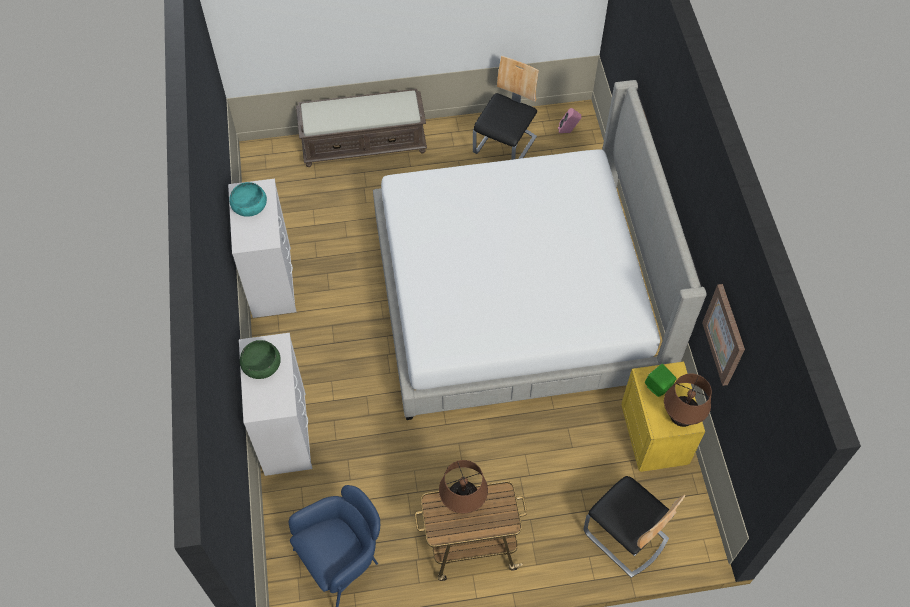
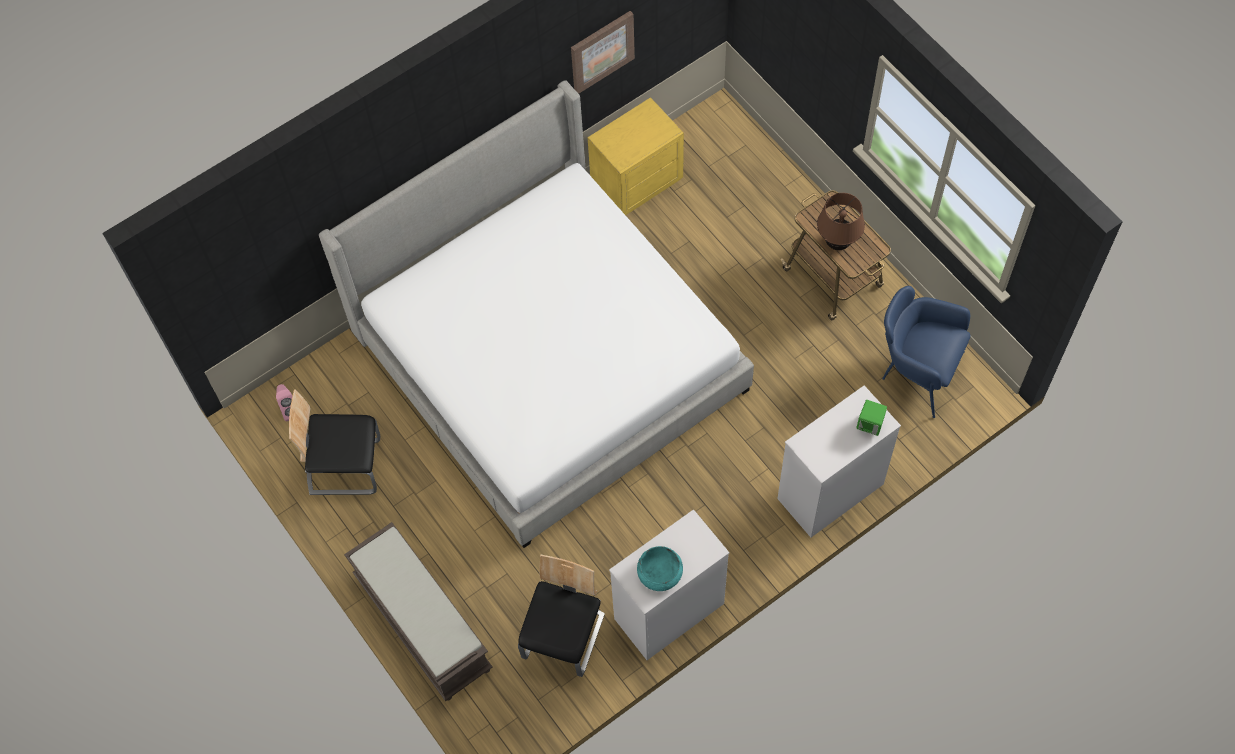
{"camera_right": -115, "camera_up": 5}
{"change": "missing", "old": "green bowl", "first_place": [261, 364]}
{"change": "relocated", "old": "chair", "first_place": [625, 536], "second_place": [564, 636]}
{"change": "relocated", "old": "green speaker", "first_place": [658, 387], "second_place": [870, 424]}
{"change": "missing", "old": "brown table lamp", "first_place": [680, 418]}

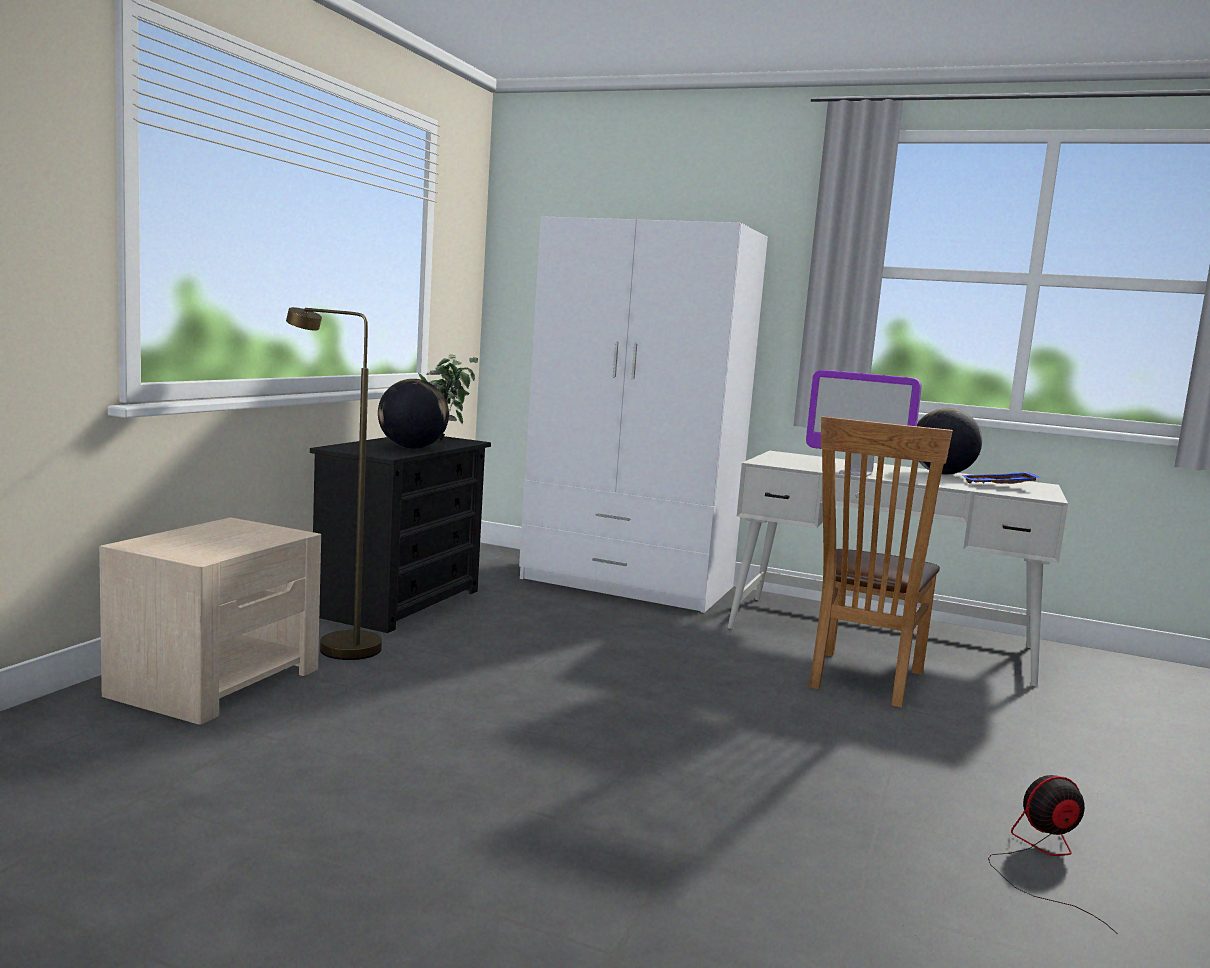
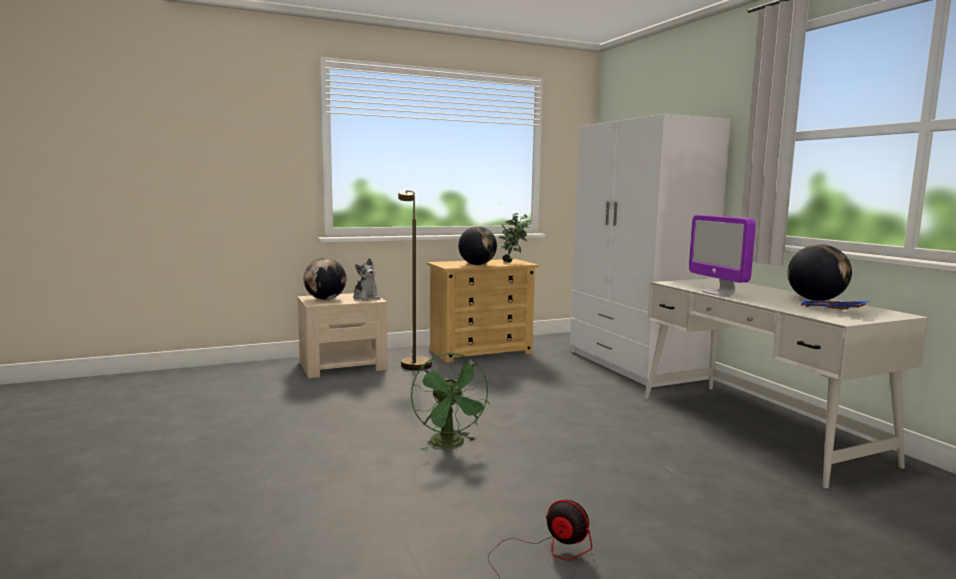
{"camera_right": 45, "camera_up": 0}
{"change": "colour", "old": "black dresser", "new": "beige dresser", "first_place": [400, 602], "second_place": [481, 351]}
{"change": "missing", "old": "brown chair", "first_place": [862, 681]}
{"change": "appeared", "new": "globe", "second_place": [325, 299]}
{"change": "appeared", "new": "plush toy", "second_place": [366, 298]}
{"change": "appeared", "new": "green fan", "second_place": [451, 444]}

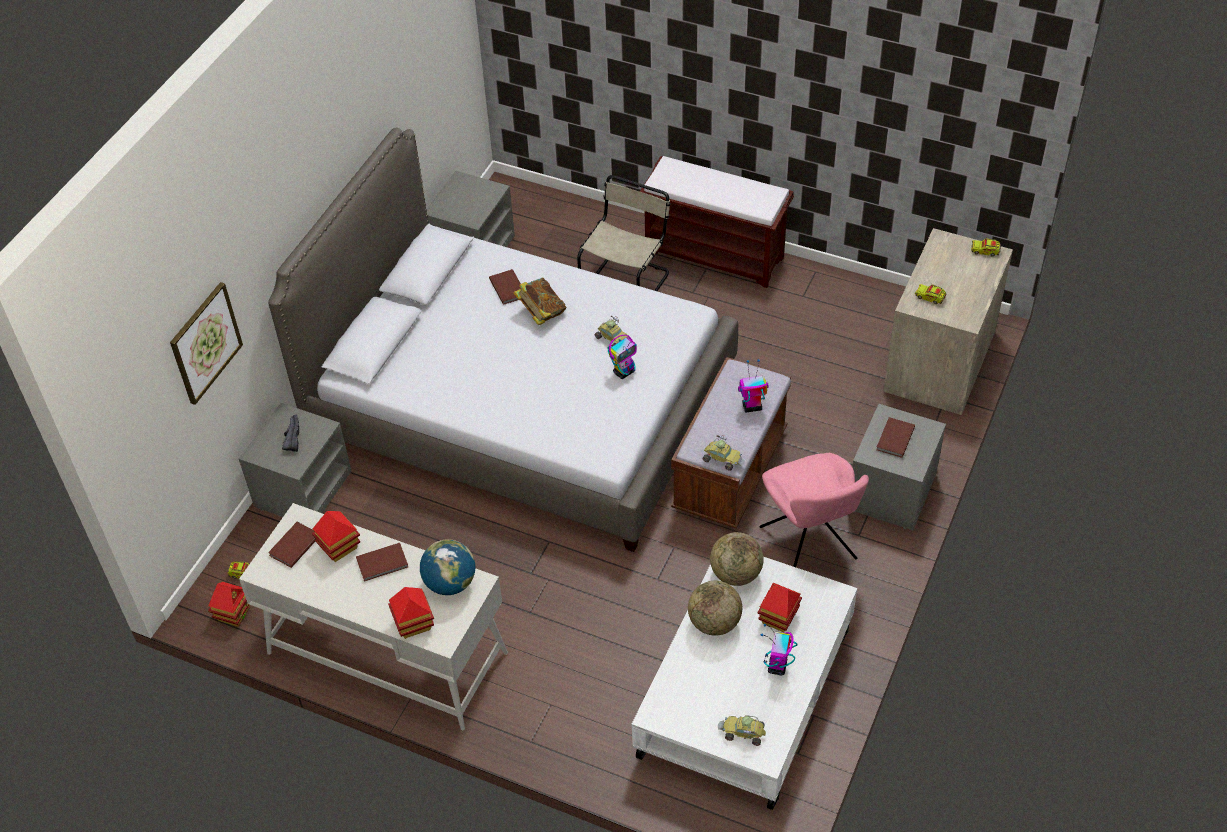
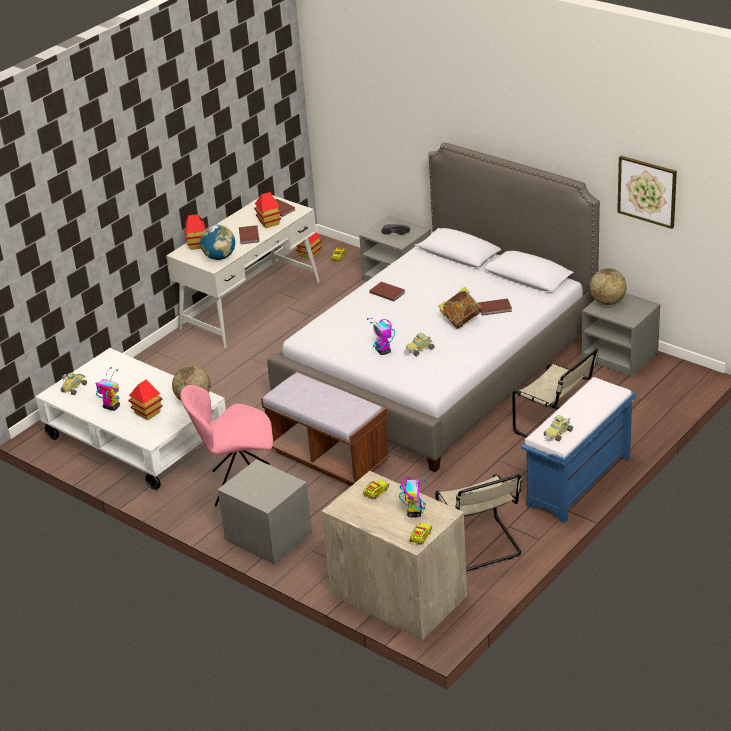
{"camera_right": 105, "camera_up": -15}
{"change": "relocated", "old": "picture", "first_place": [205, 343], "second_place": [647, 191]}
{"change": "colour", "old": "brown bench", "new": "blue bench", "first_place": [715, 255], "second_place": [578, 483]}
{"change": "relocated", "old": "globe", "first_place": [714, 623], "second_place": [607, 302]}
{"change": "relocated", "old": "toy car", "first_place": [722, 458], "second_place": [558, 433]}
{"change": "relocated", "old": "toy robot", "first_place": [751, 407], "second_place": [414, 512]}
{"change": "relocated", "old": "brown book", "first_place": [894, 439], "second_place": [387, 292]}
{"change": "appeared", "new": "beige chair", "second_place": [481, 546]}

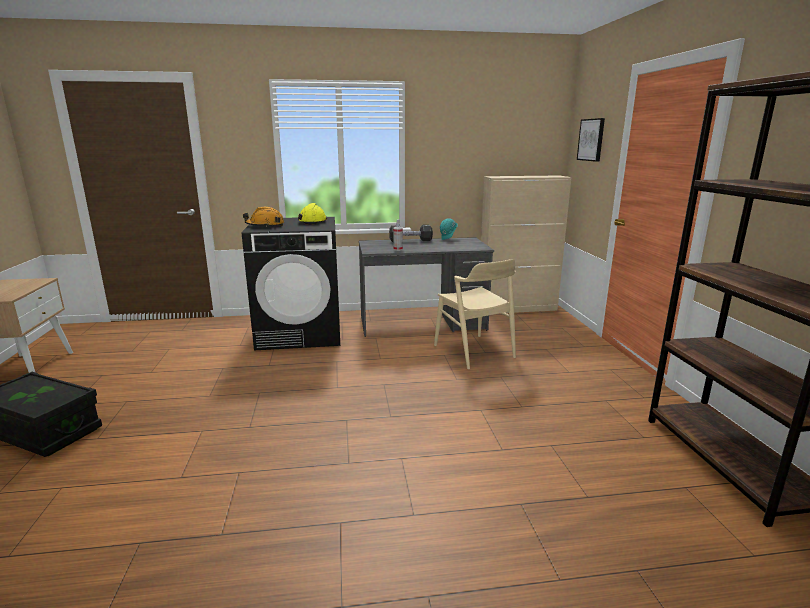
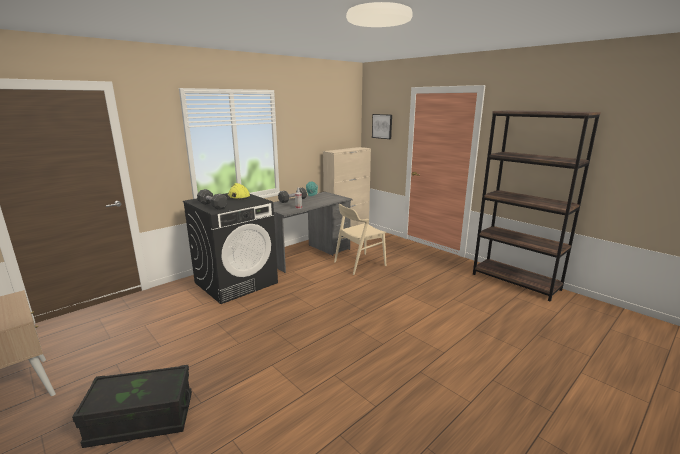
{"camera_right": -35, "camera_up": 0}
{"change": "exchanged", "old": "orange hard hat", "new": "black dumbbell", "first_place": [265, 225], "second_place": [212, 206]}
{"change": "spun", "old": "beige chair", "first_place": [473, 351], "second_place": [359, 264], "degrees": 120}

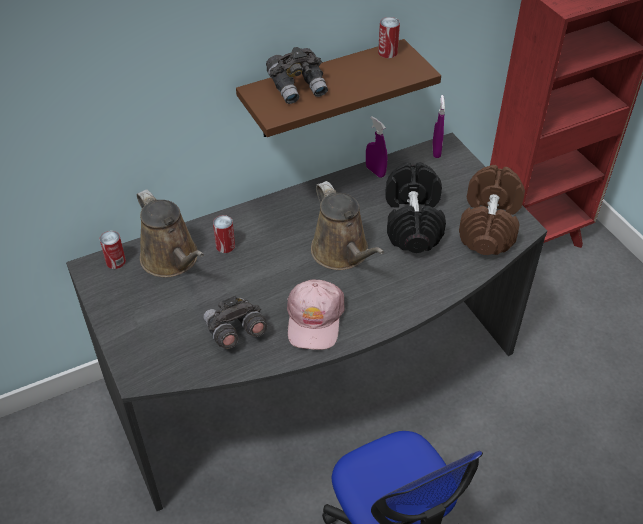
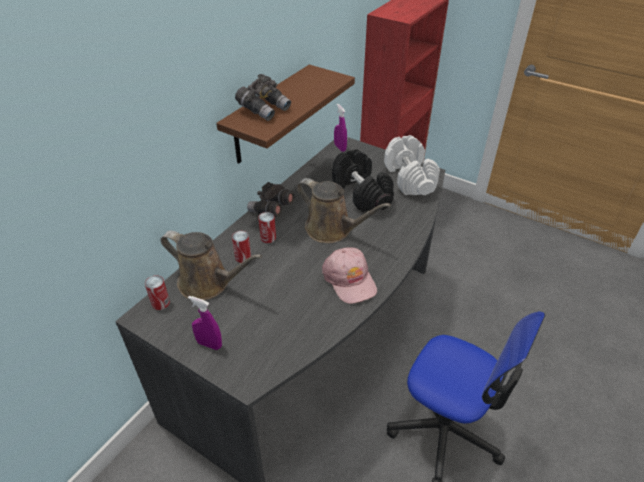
{"camera_right": -30, "camera_up": -5}
{"change": "relocated", "old": "grey binoculars", "first_place": [234, 332], "second_place": [271, 210]}
{"change": "relocated", "old": "purple spray bottle", "first_place": [375, 171], "second_place": [209, 344]}
{"change": "relocated", "old": "can", "first_place": [387, 52], "second_place": [268, 238]}
{"change": "colour", "old": "brown dumbbell", "new": "white dumbbell", "first_place": [489, 225], "second_place": [410, 178]}

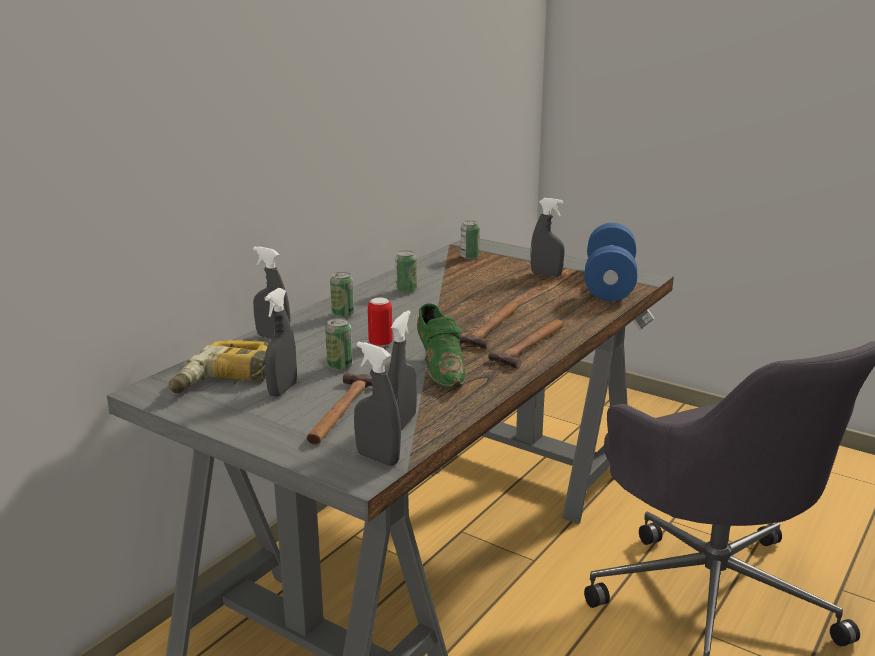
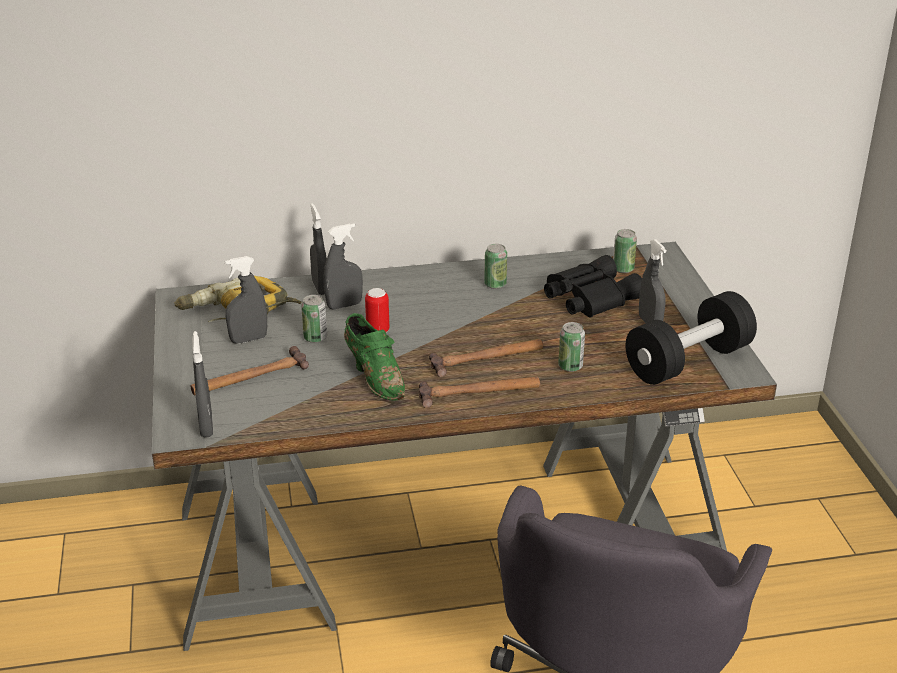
{"camera_right": 45, "camera_up": 10}
{"change": "relocated", "old": "can", "first_place": [342, 314], "second_place": [570, 366]}
{"change": "relocated", "old": "grey spray bottle", "first_place": [402, 422], "second_place": [344, 305]}
{"change": "spun", "old": "green shoe", "first_place": [441, 368], "second_place": [375, 377], "degrees": -60}
{"change": "colour", "old": "blue dumbbell", "new": "black dumbbell", "first_place": [609, 283], "second_place": [688, 361]}
{"change": "appeared", "new": "black binoculars", "second_place": [588, 297]}

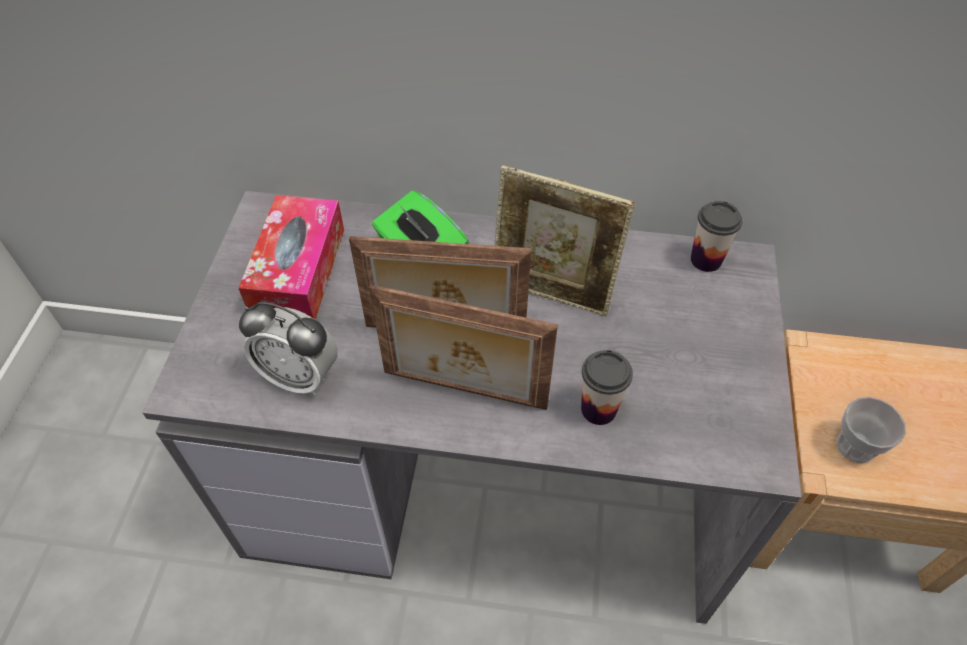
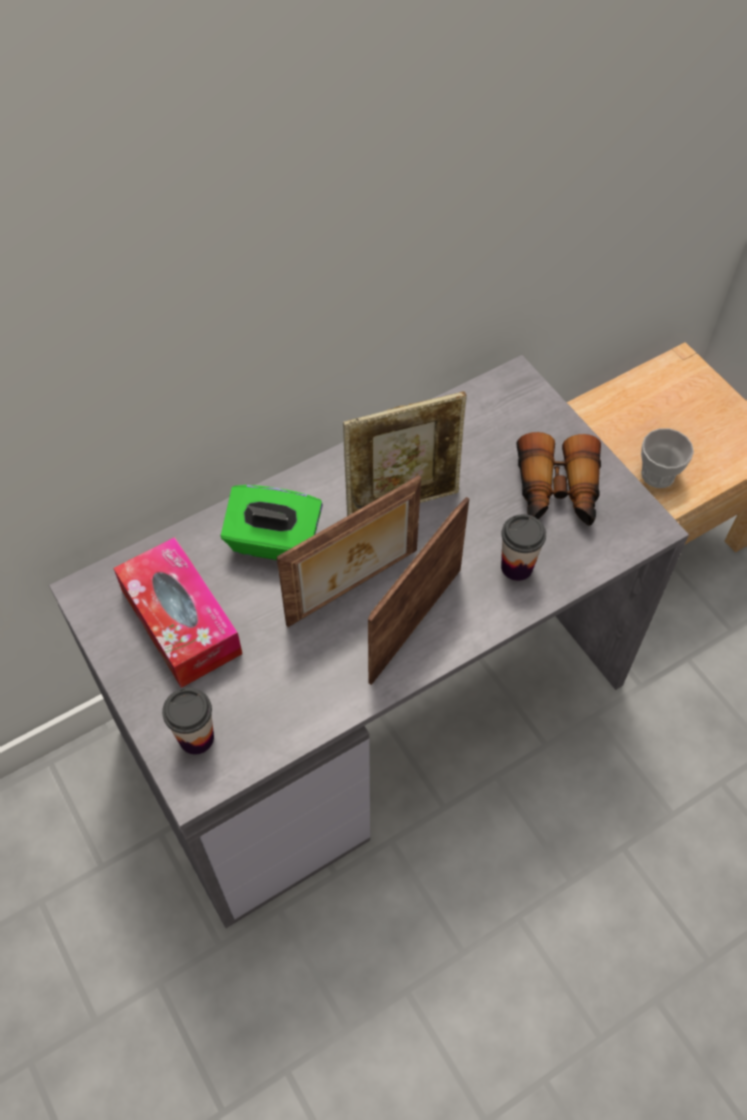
{"camera_right": -40, "camera_up": 5}
{"change": "missing", "old": "alarm clock", "first_place": [299, 377]}
{"change": "spun", "old": "picture frame", "first_place": [463, 392], "second_place": [413, 623], "degrees": 150}
{"change": "relocated", "old": "cup", "first_place": [706, 260], "second_place": [196, 738]}
{"change": "appeared", "new": "binoculars", "second_place": [557, 493]}

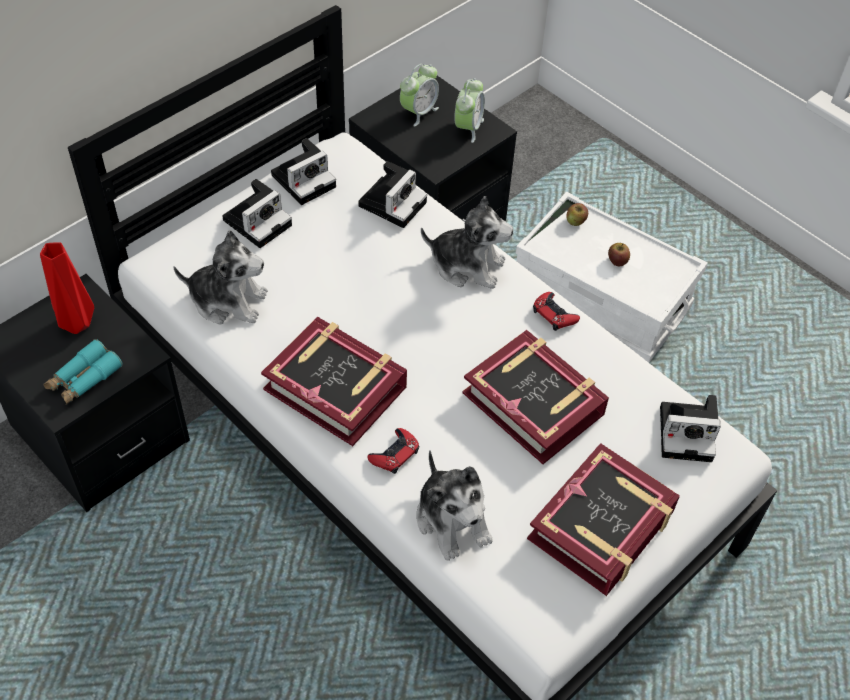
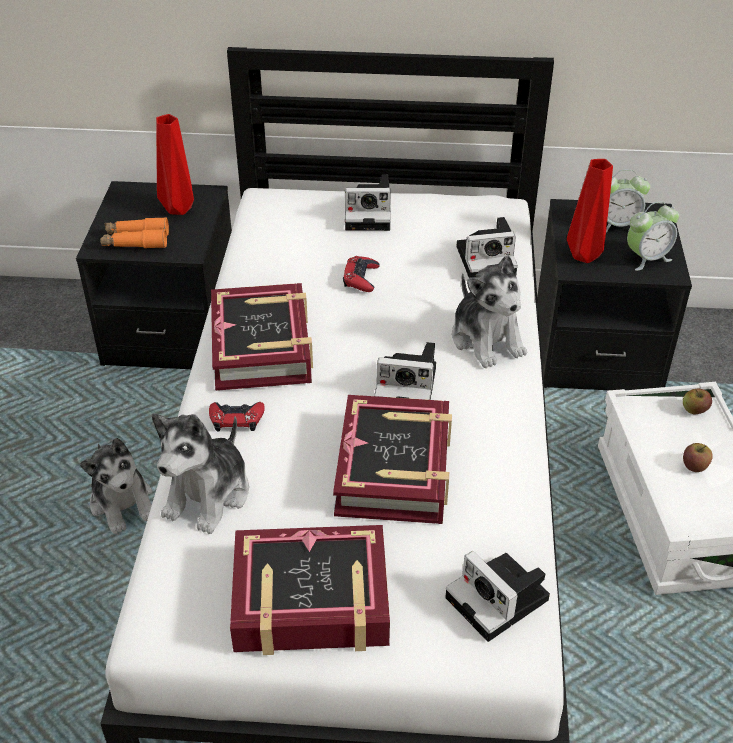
{"camera_right": 50, "camera_up": -10}
{"change": "colour", "old": "turquoise binoculars", "new": "orange binoculars", "first_place": [84, 379], "second_place": [136, 241]}
{"change": "relocated", "old": "plush toy", "first_place": [228, 301], "second_place": [123, 503]}
{"change": "relocated", "old": "photo camera", "first_place": [305, 179], "second_place": [409, 386]}
{"change": "relocated", "old": "red game controller", "first_place": [554, 314], "second_place": [361, 278]}
{"change": "appeared", "new": "red vase", "second_place": [583, 255]}

